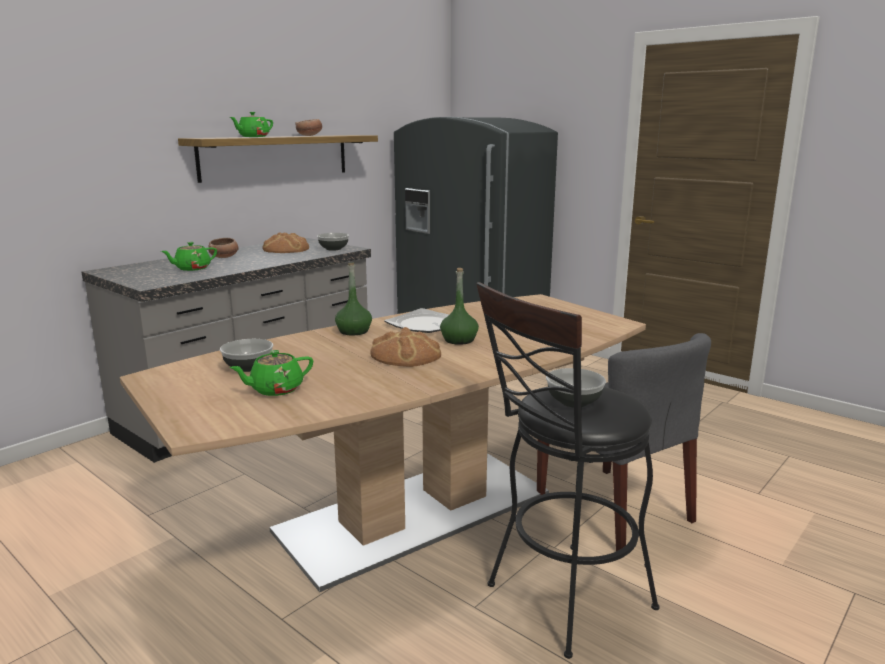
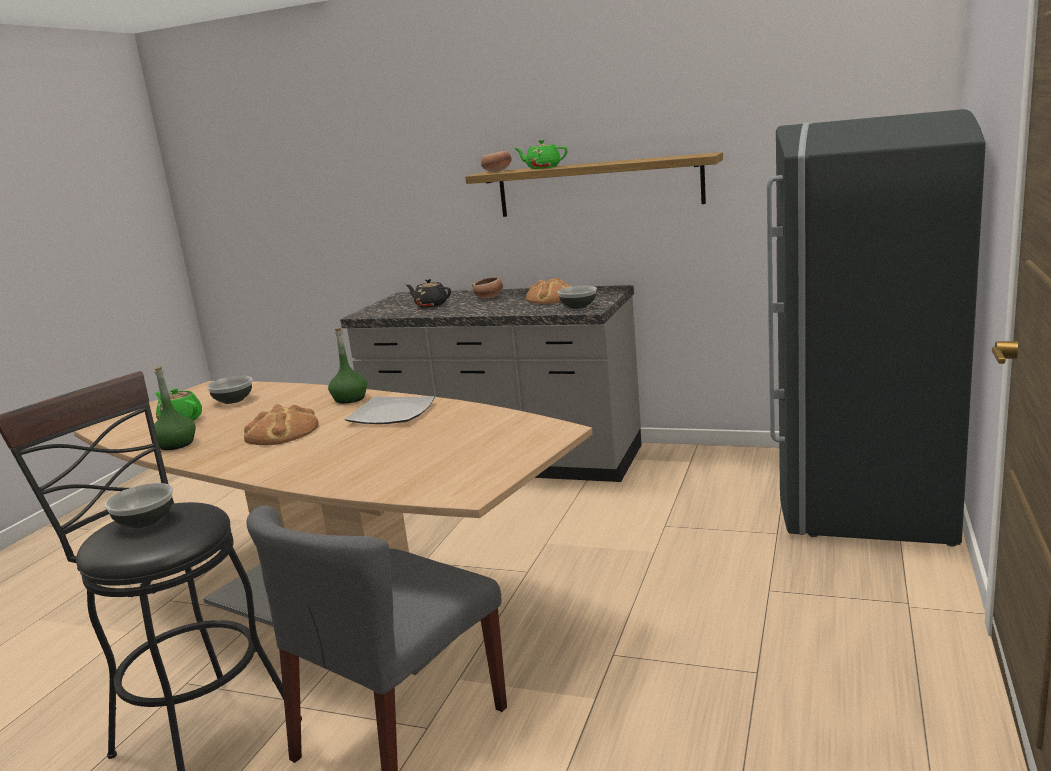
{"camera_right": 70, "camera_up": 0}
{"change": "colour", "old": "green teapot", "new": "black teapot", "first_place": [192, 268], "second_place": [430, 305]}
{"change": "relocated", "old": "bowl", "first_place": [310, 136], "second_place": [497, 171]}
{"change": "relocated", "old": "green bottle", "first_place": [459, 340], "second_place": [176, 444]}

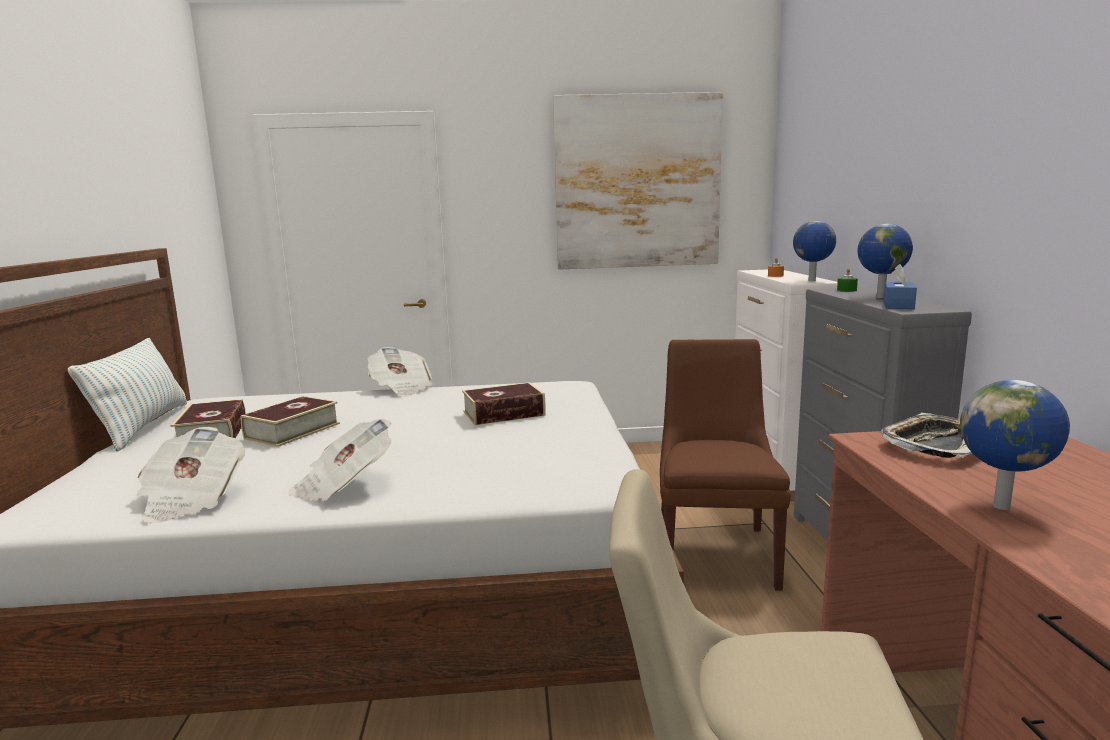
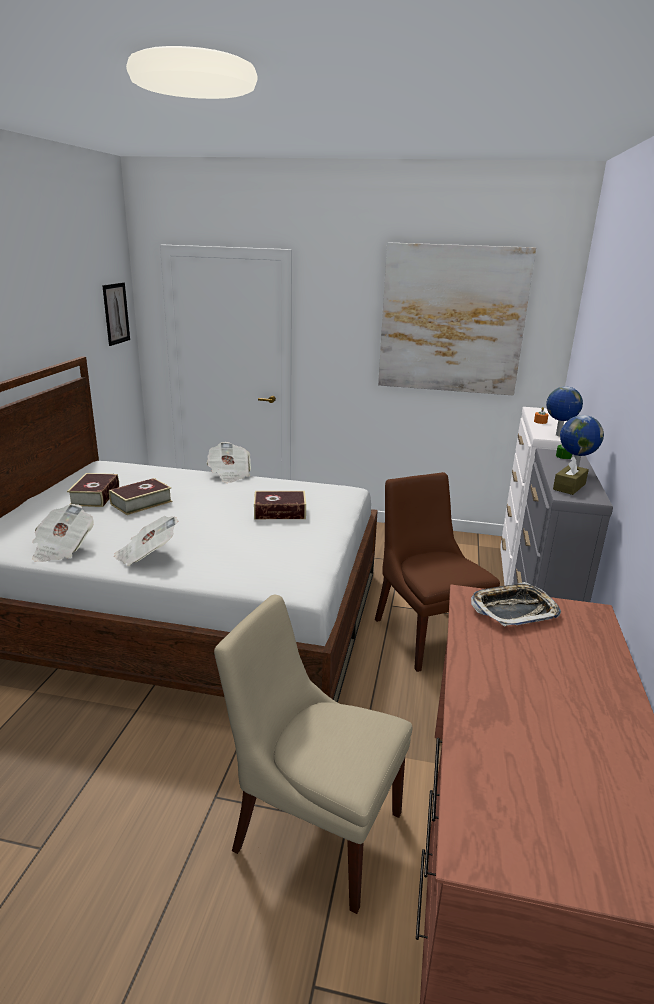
{"camera_right": 15, "camera_up": 10}
{"change": "missing", "old": "pillow", "first_place": [143, 426]}
{"change": "spun", "old": "brown chair", "first_place": [715, 553], "second_place": [426, 633], "degrees": -45}
{"change": "colour", "old": "blue tissue box", "new": "brown tissue box", "first_place": [898, 305], "second_place": [569, 487]}
{"change": "missing", "old": "globe", "first_place": [1004, 507]}
{"change": "appeared", "new": "picture", "second_place": [116, 313]}

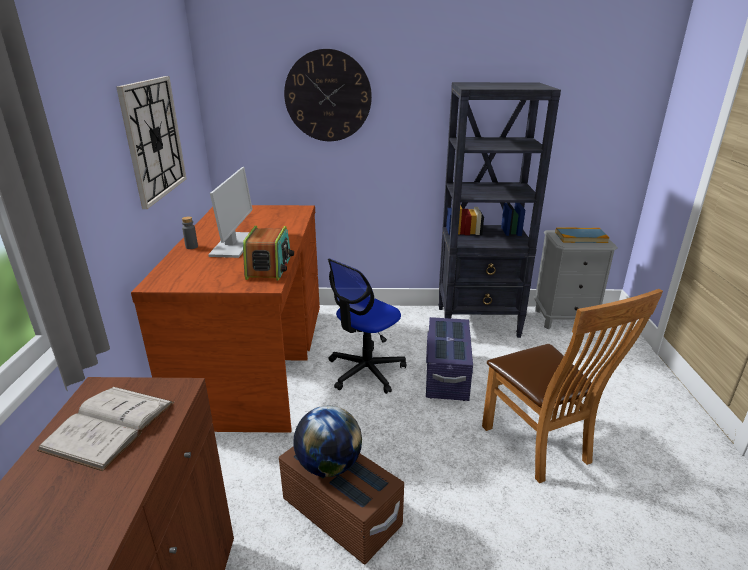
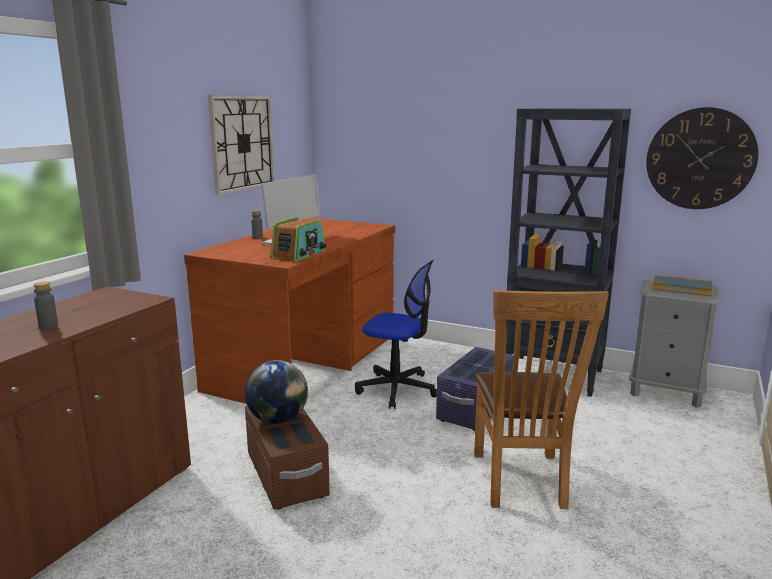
{"camera_right": 25, "camera_up": -10}
{"change": "missing", "old": "white book", "first_place": [109, 425]}
{"change": "relocated", "old": "wall clock", "first_place": [328, 96], "second_place": [700, 159]}
{"change": "spun", "old": "office chair", "first_place": [365, 371], "second_place": [397, 389], "degrees": -135}
{"change": "appeared", "new": "grey bottle", "second_place": [48, 326]}

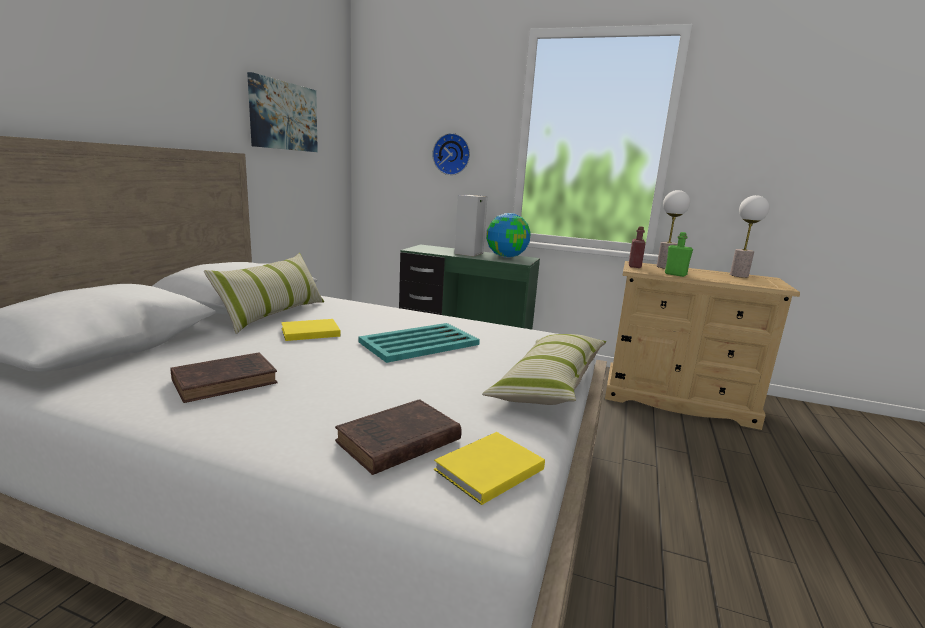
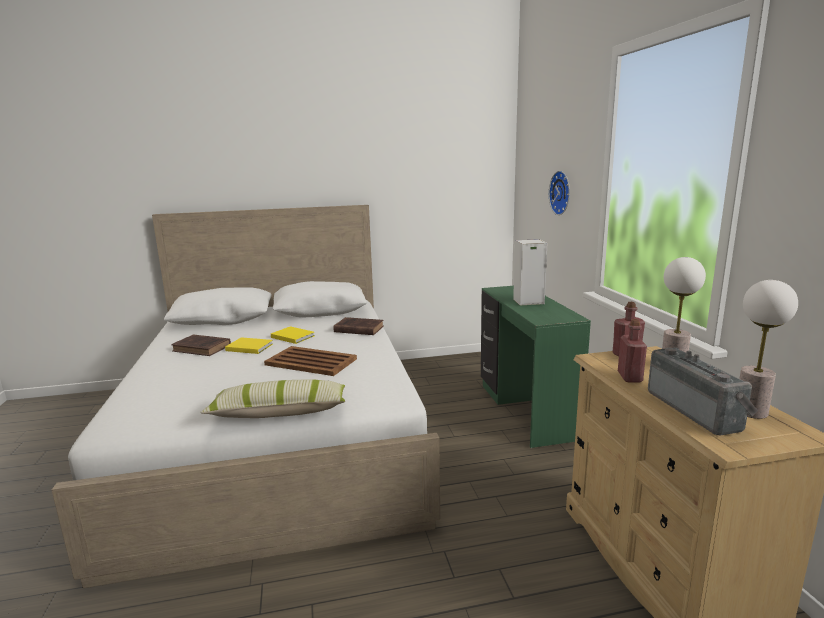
{"camera_right": 60, "camera_up": 0}
{"change": "missing", "old": "pillow", "first_place": [273, 314]}
{"change": "missing", "old": "picture", "first_place": [283, 116]}
{"change": "relocated", "old": "brown book", "first_place": [396, 442], "second_place": [357, 329]}
{"change": "colour", "old": "turquoise tray", "new": "brown tray", "first_place": [420, 343], "second_place": [311, 362]}
{"change": "relocated", "old": "yellow book", "first_place": [486, 470], "second_place": [249, 347]}
{"change": "missing", "old": "globe", "first_place": [506, 256]}
{"change": "colour", "old": "green bottle", "new": "red bottle", "first_place": [675, 274], "second_place": [629, 377]}
{"change": "appeared", "new": "radio", "second_place": [697, 410]}

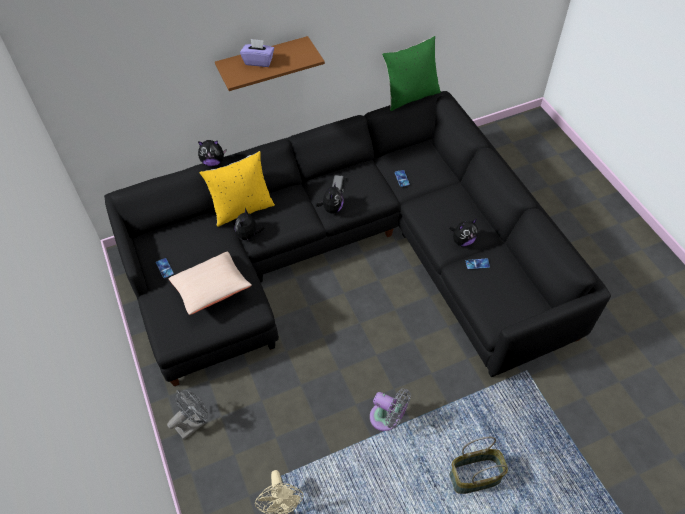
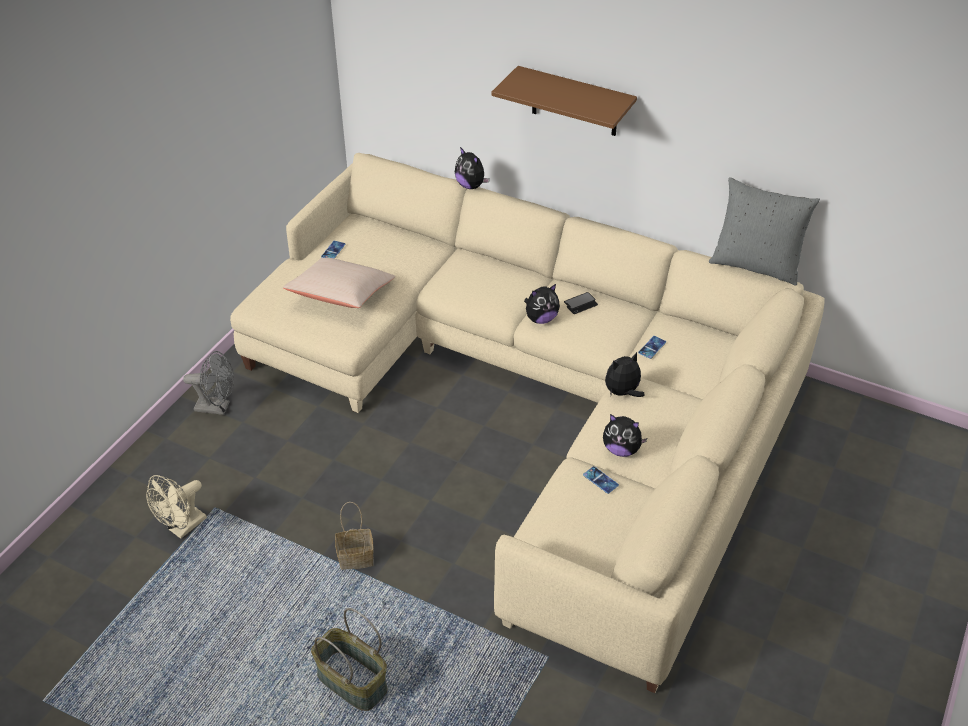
{"camera_right": 50, "camera_up": -10}
{"change": "colour", "old": "black sofa", "new": "beige sofa", "first_place": [349, 255], "second_place": [538, 400]}
{"change": "missing", "old": "yellow pillow", "first_place": [242, 209]}
{"change": "relocated", "old": "plush toy", "first_place": [249, 235], "second_place": [622, 393]}
{"change": "missing", "old": "purple tissue box", "first_place": [258, 61]}
{"change": "exchanged", "old": "grey fan", "new": "basket", "first_place": [387, 419], "second_place": [357, 557]}
{"change": "colour", "old": "green pillow", "new": "grey pillow", "first_place": [410, 96], "second_place": [755, 265]}

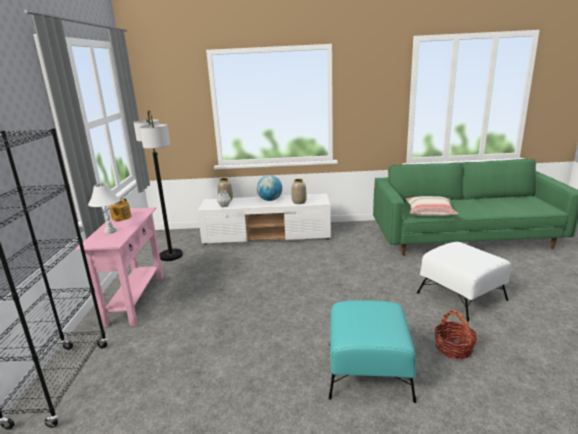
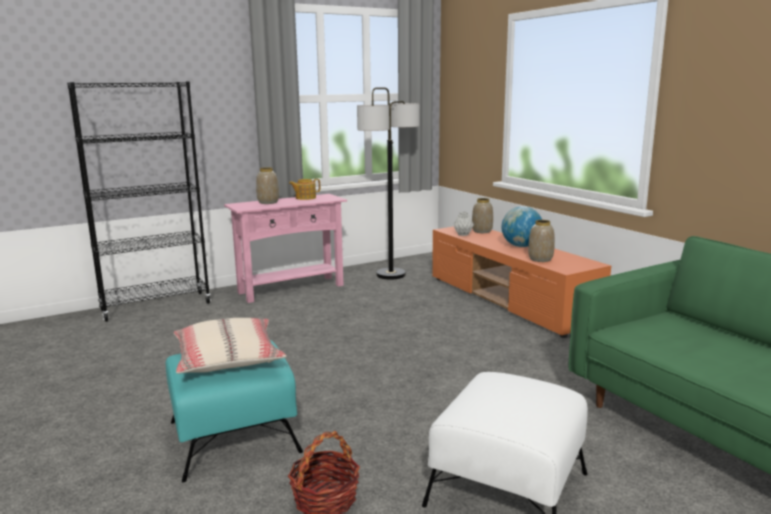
{"camera_right": 60, "camera_up": -5}
{"change": "exchanged", "old": "white table lamp", "new": "vase", "first_place": [110, 231], "second_place": [268, 202]}
{"change": "colour", "old": "white tv stand", "new": "orange tv stand", "first_place": [267, 235], "second_place": [510, 301]}
{"change": "relocated", "old": "beige pillow", "first_place": [430, 212], "second_place": [228, 358]}

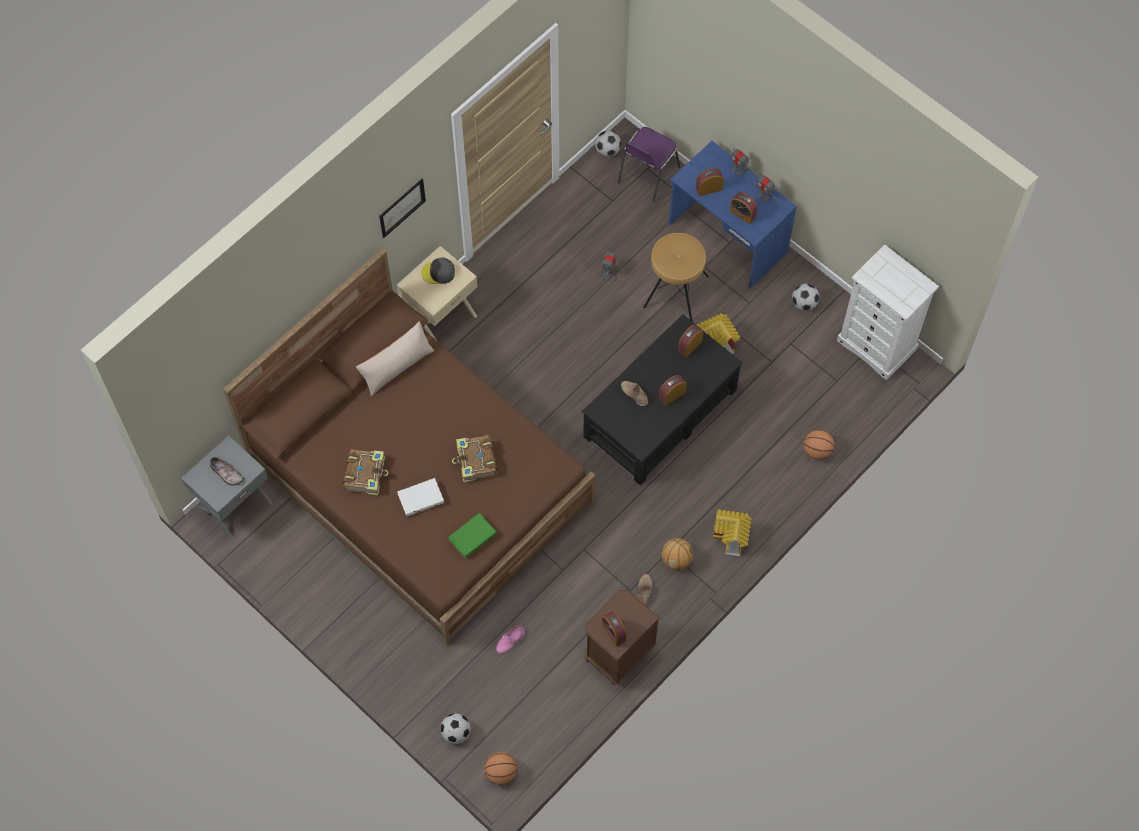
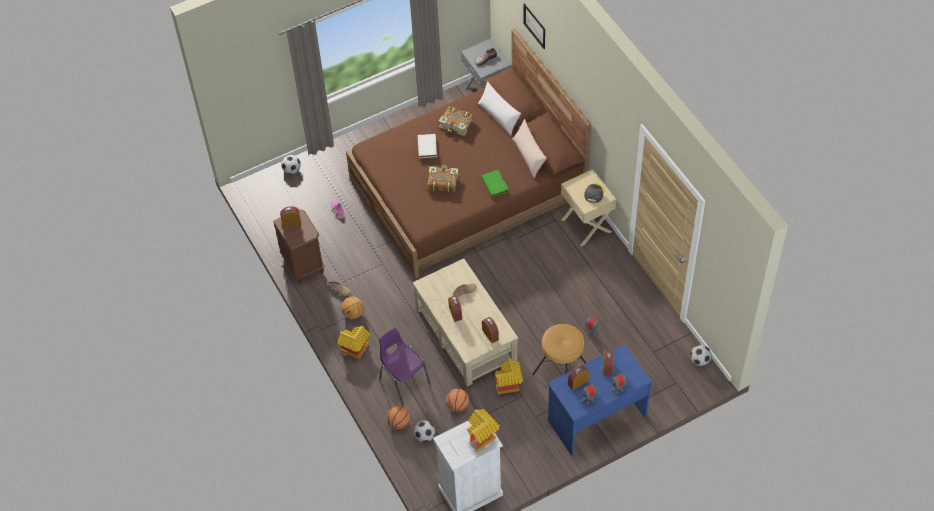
{"camera_right": 110, "camera_up": -10}
{"change": "relocated", "old": "picture", "first_place": [402, 207], "second_place": [534, 26]}
{"change": "relocated", "old": "green book", "first_place": [472, 535], "second_place": [495, 184]}
{"change": "relocated", "old": "basketball", "first_place": [501, 772], "second_place": [458, 406]}
{"change": "colour", "old": "black coffee table", "new": "beige coffee table", "first_place": [659, 413], "second_place": [466, 333]}
{"change": "relocated", "old": "purple chair", "first_place": [647, 175], "second_place": [403, 381]}
{"change": "relocated", "old": "football", "first_place": [804, 303], "second_place": [424, 436]}
{"change": "appeared", "new": "toy house", "second_place": [482, 438]}
{"change": "appeared", "new": "white pillow", "second_place": [499, 116]}

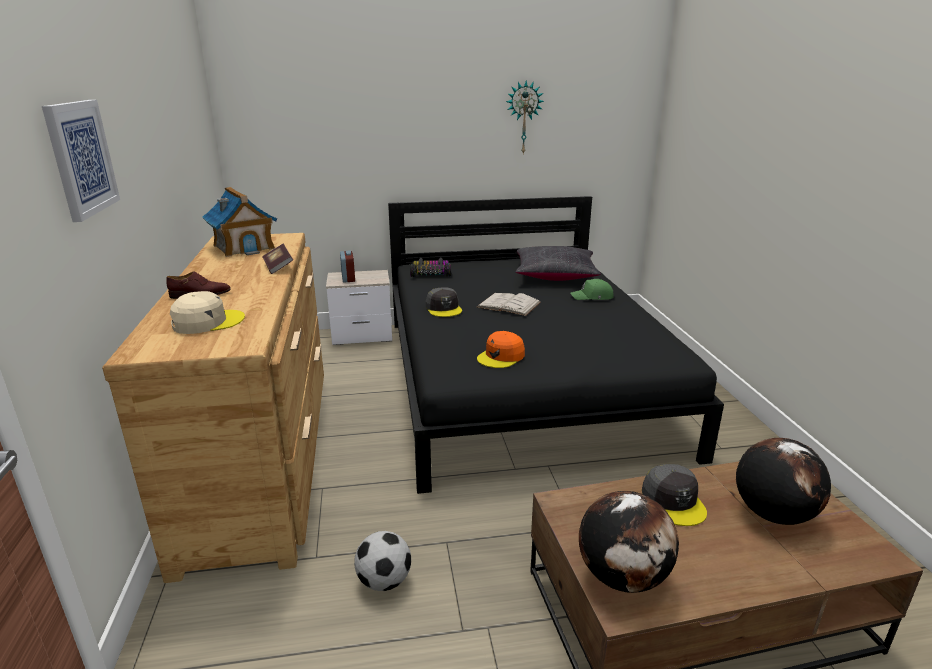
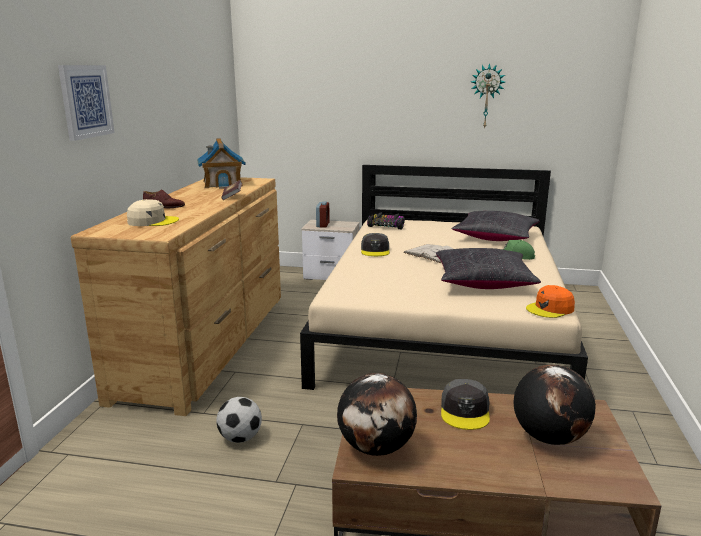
{"camera_right": 20, "camera_up": -5}
{"change": "colour", "old": "black bed", "new": "beige bed", "first_place": [521, 380], "second_place": [443, 325]}
{"change": "relocated", "old": "orange cap", "first_place": [501, 357], "second_place": [550, 309]}
{"change": "appeared", "new": "black pillow", "second_place": [483, 281]}

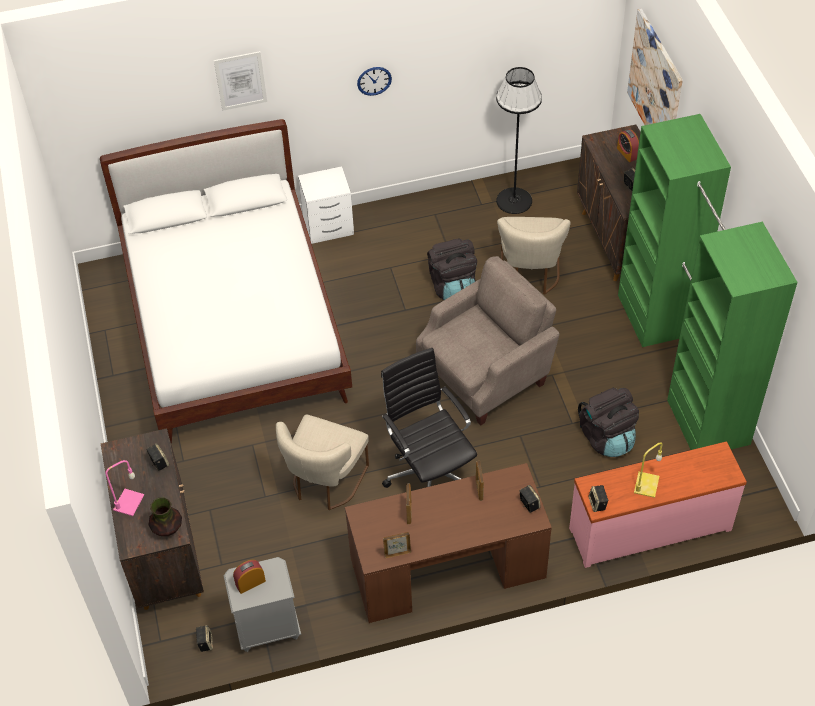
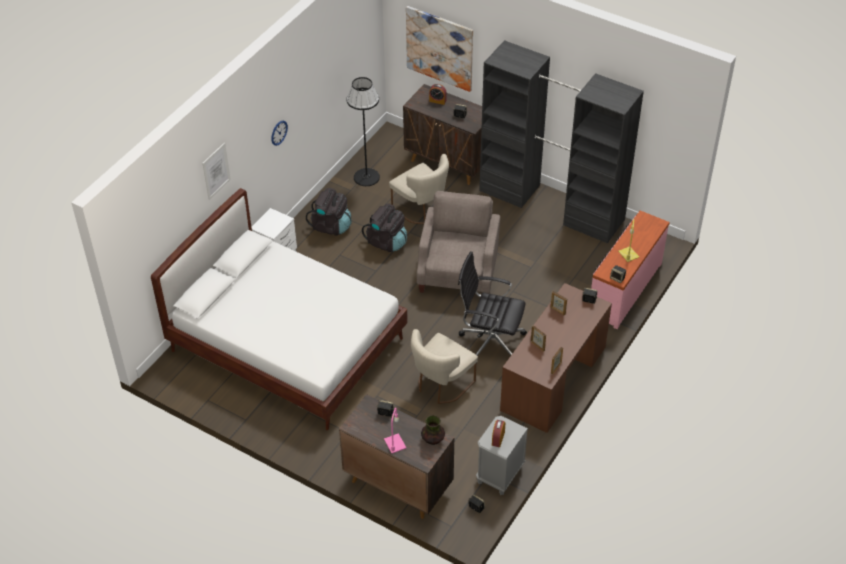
{"camera_right": -45, "camera_up": -5}
{"change": "spun", "old": "beige chair", "first_place": [325, 483], "second_place": [441, 385], "degrees": 60}
{"change": "relocated", "old": "black backpack", "first_place": [607, 437], "second_place": [331, 226]}
{"change": "colour", "old": "green wardrobe", "new": "black wardrobe", "first_place": [682, 367], "second_place": [552, 205]}

